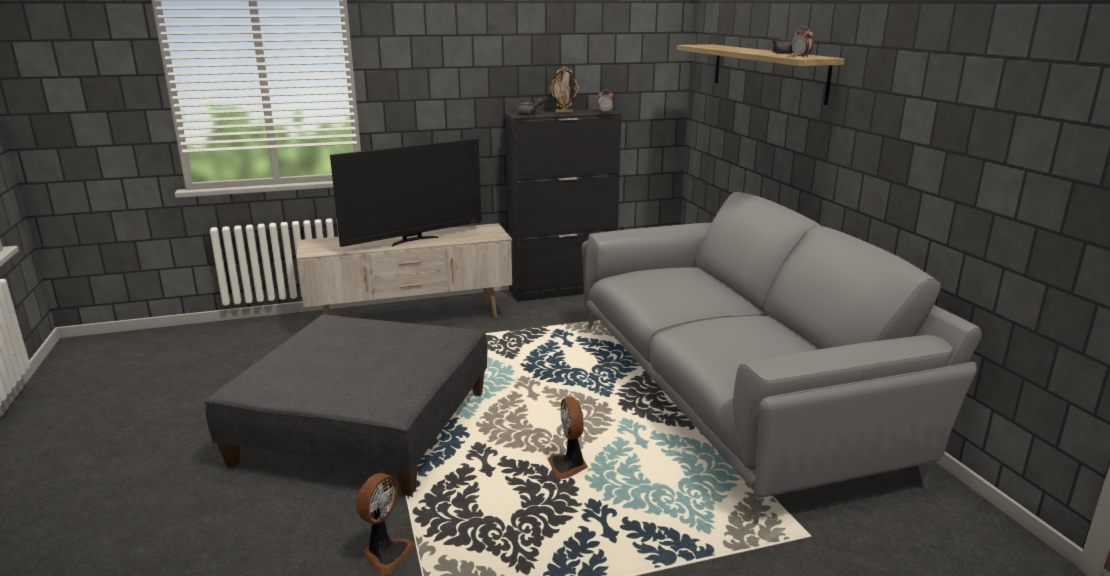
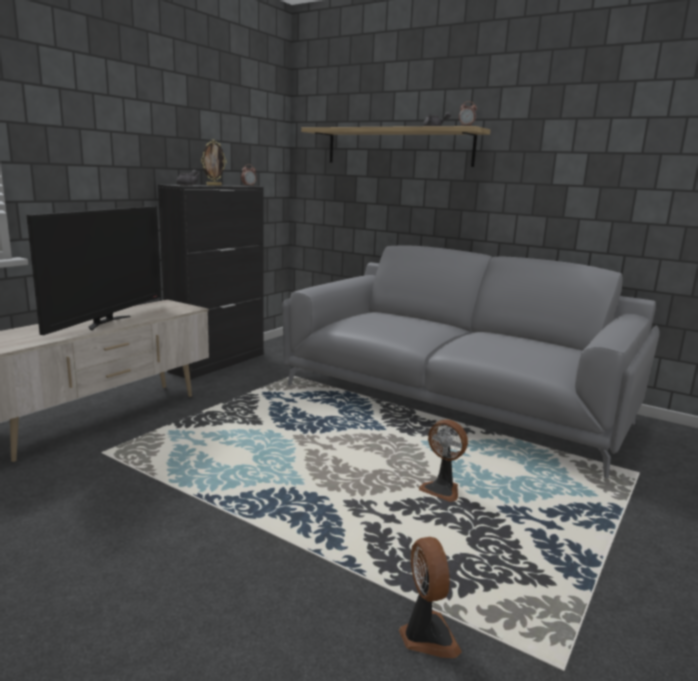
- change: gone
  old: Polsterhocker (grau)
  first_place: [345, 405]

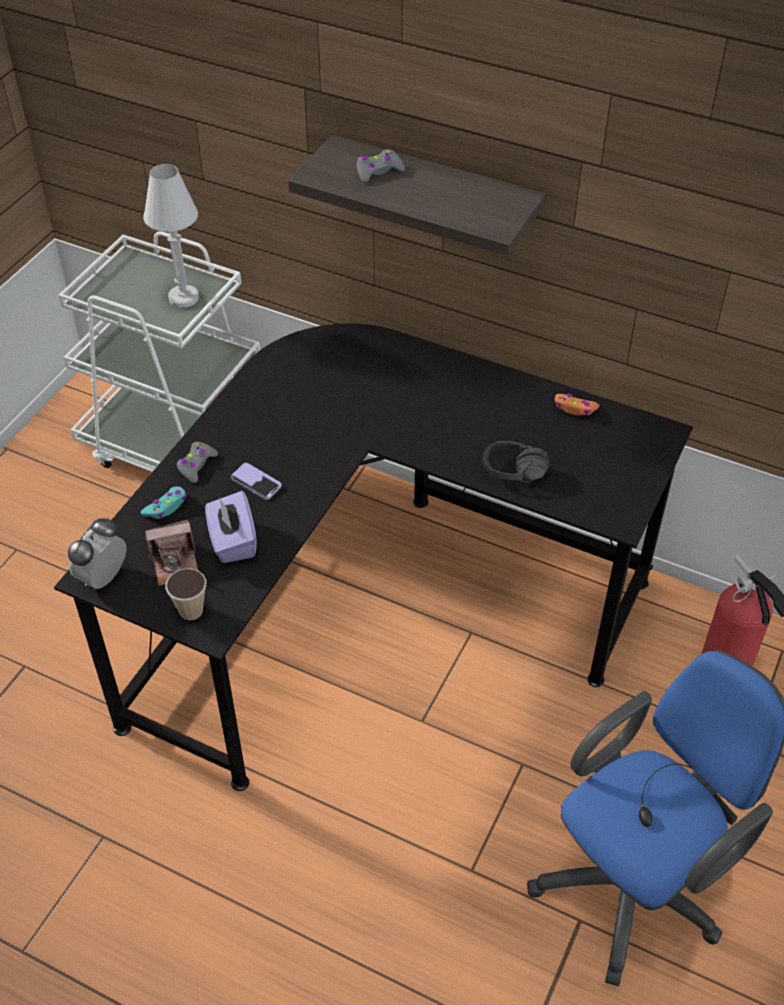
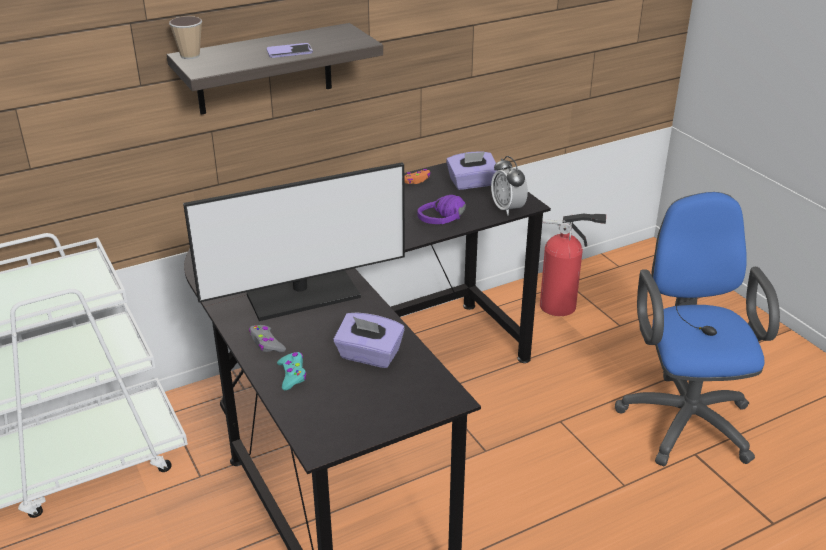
- change: shifted
  old: Tasse
  first_place: [186, 594]
  second_place: [185, 37]
- change: new
  new: Monitor
  second_place: [294, 241]
- change: shifted
  old: Handy
  first_place: [256, 481]
  second_place: [290, 50]
- change: repainted
  old: Kopfhörer (schwarz)
  new: Kopfhörer (lila)
  first_place: [516, 462]
  second_place: [441, 209]
- change: new
  new: Taschentuchbox (lila)
  second_place: [472, 171]
- change: shifted
  old: Wecker
  first_place: [97, 553]
  second_place: [509, 186]
- change: gone
  old: Tischlampe (weiß)
  first_place: [171, 236]
- change: gone
  old: Kamera
  first_place: [171, 552]
- change: gone
  old: Gamepad (grau)
  first_place: [381, 166]

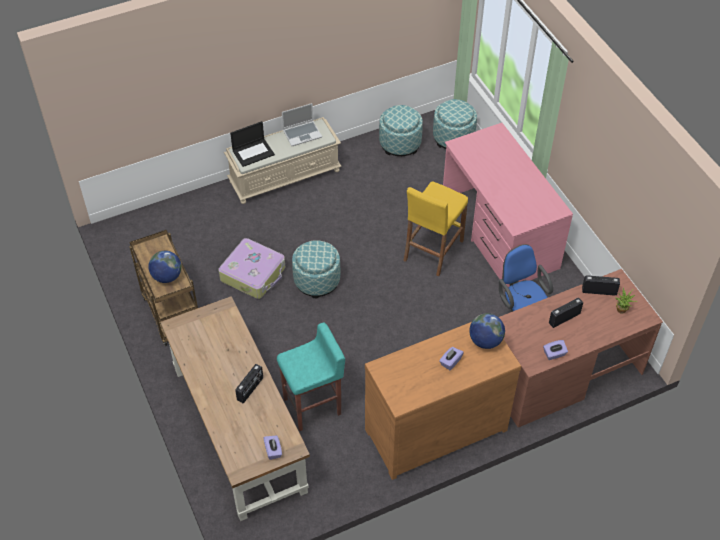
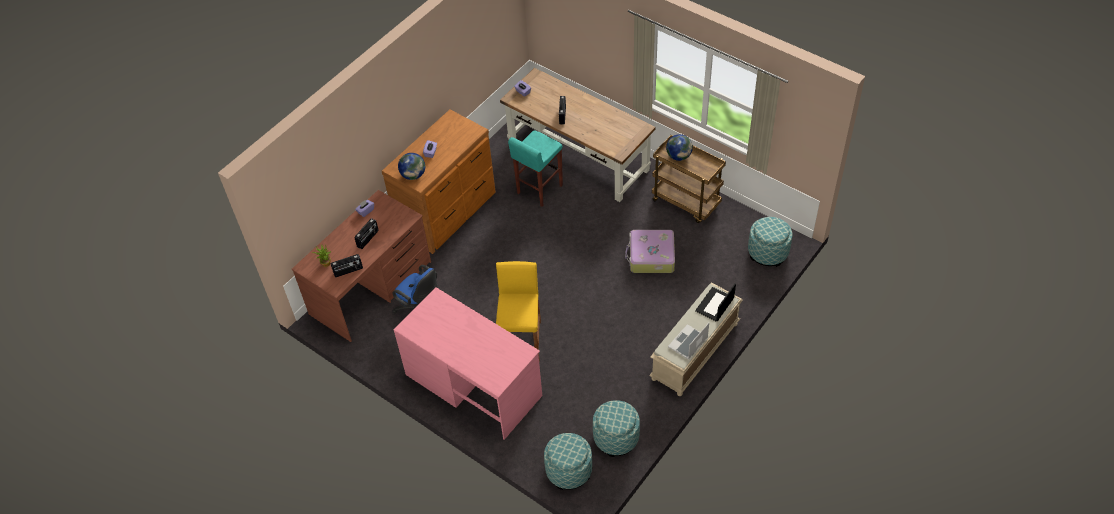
- change: shifted
  old: Polsterhocker
  first_place: [316, 269]
  second_place: [770, 242]

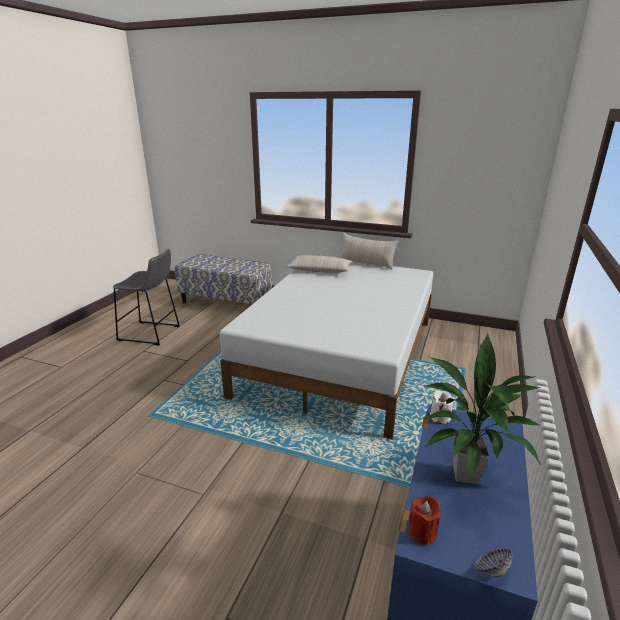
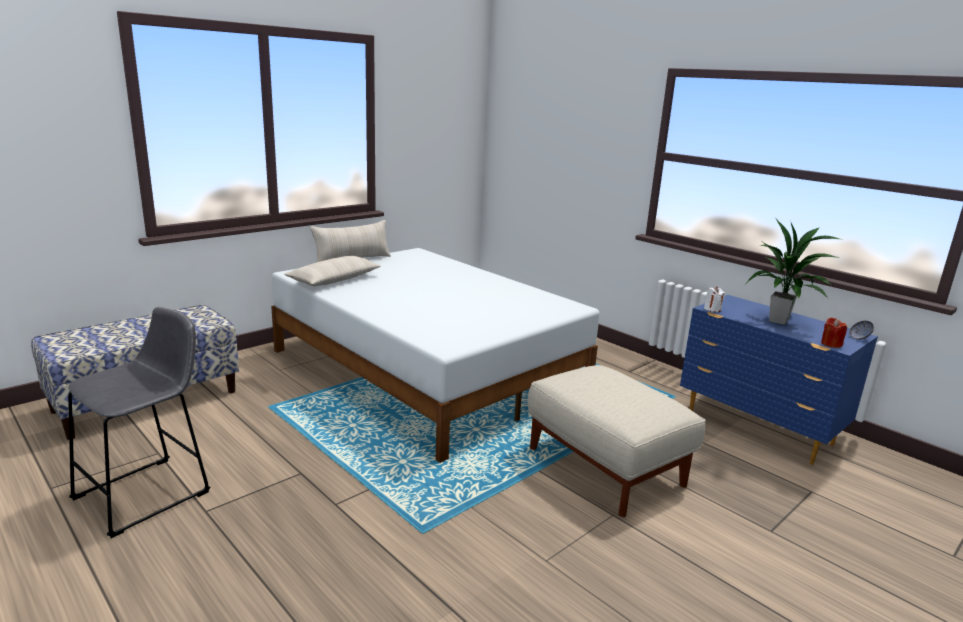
- change: new
  new: Polsterhocker (beige)
  second_place: [617, 441]

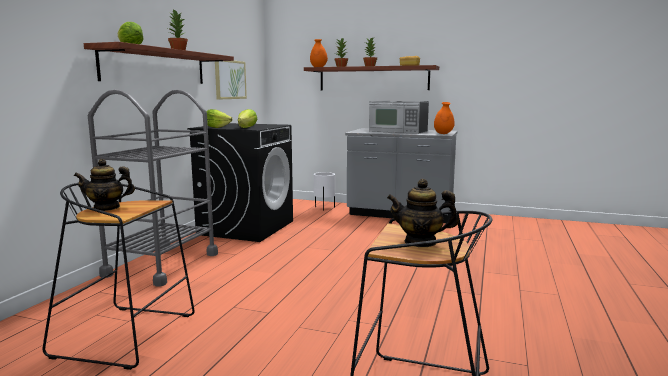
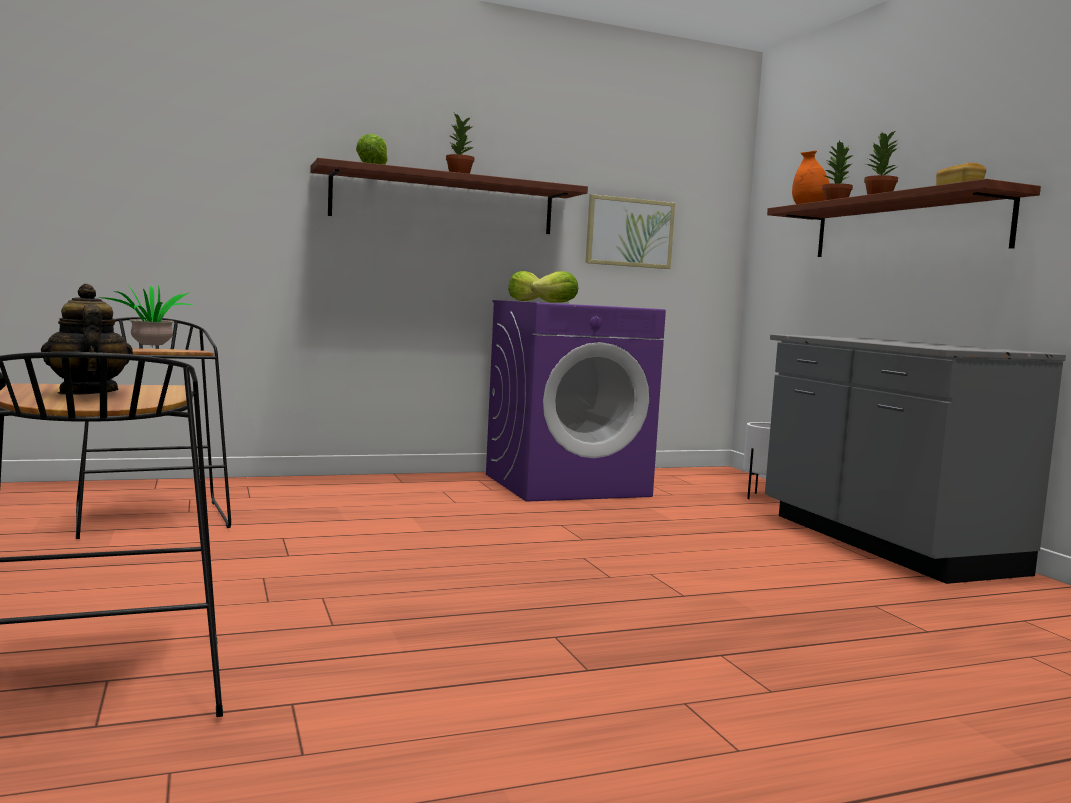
- change: swapped
  old: Teekanne
  new: Topfpflanze
  first_place: [104, 185]
  second_place: [145, 313]
- change: repainted
  old: Waschmaschine (schwarz)
  new: Waschmaschine (lila)
  first_place: [240, 182]
  second_place: [576, 401]
- change: gone
  old: Rollwagen (grau)
  first_place: [153, 187]
- change: gone
  old: Mikrowelle
  first_place: [399, 117]
- change: gone
  old: Vase (orange)
  first_place: [444, 118]

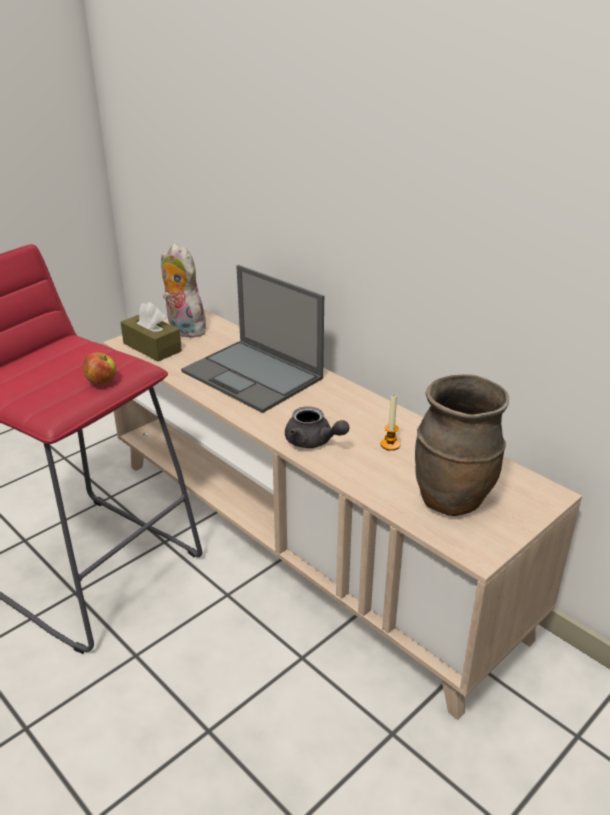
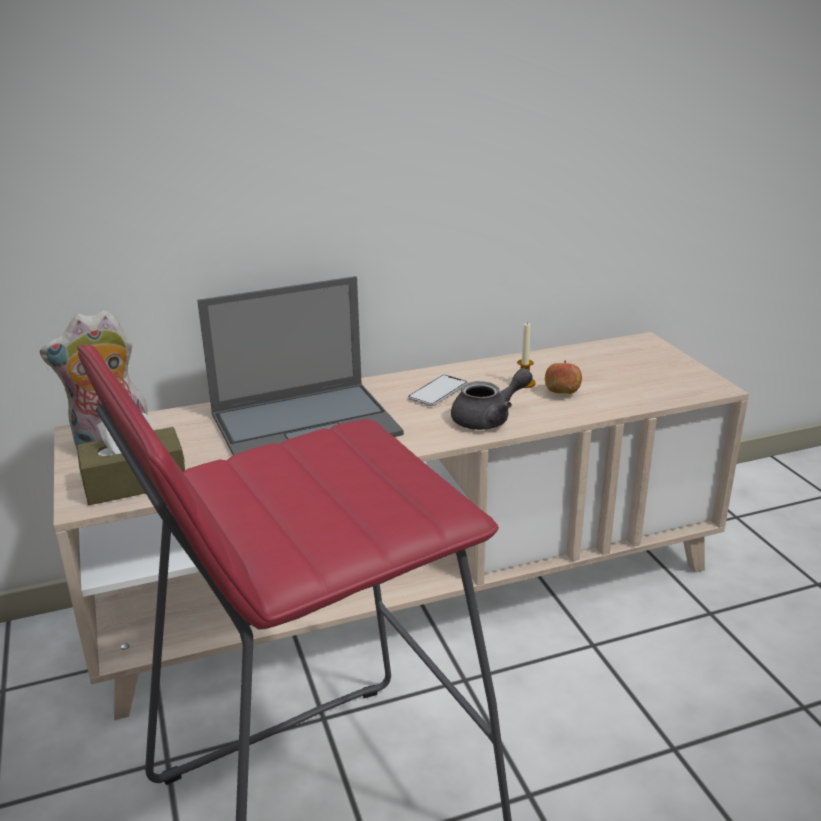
- change: new
  new: Handy
  second_place: [438, 390]
- change: shifted
  old: Apfel
  first_place: [99, 368]
  second_place: [563, 377]
- change: gone
  old: Vase (braun)
  first_place: [462, 445]

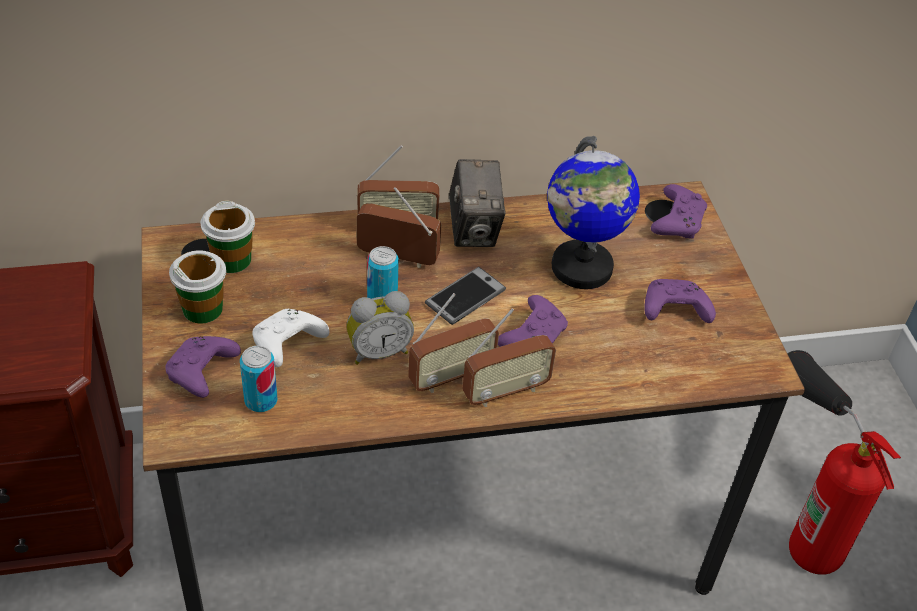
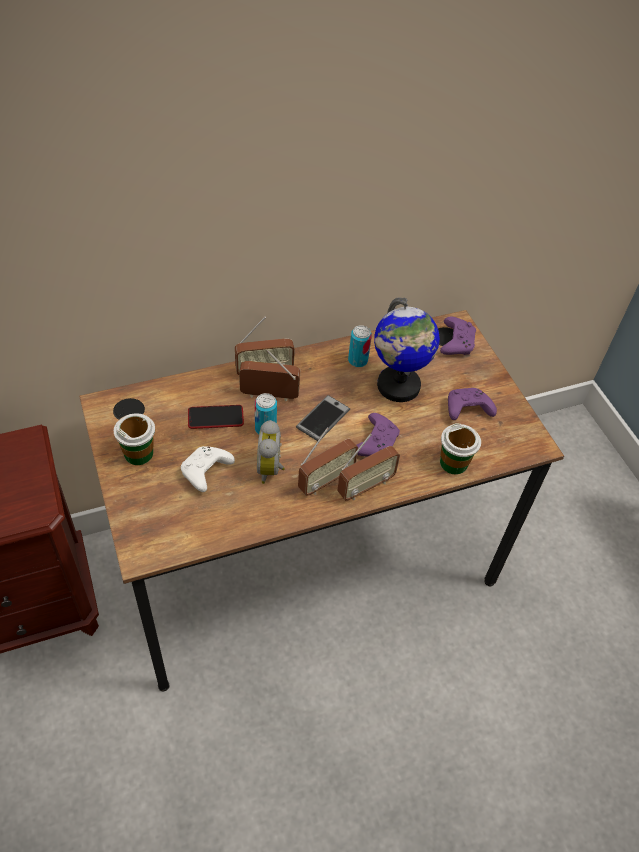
- change: new
  new: Handy
  second_place: [216, 417]
- change: rotated
  old: Wecker
  first_place: [380, 328]
  second_place: [271, 452]
  degrees: 120
- change: shifted
  old: Dose
  first_place: [259, 379]
  second_place: [360, 346]
- change: shifted
  old: Tasse
  first_place: [227, 236]
  second_place: [460, 449]
- change: gone
  old: Gamepad (lila)
  first_place: [203, 367]
- change: gone
  old: Kamera
  first_place: [477, 203]
- change: gone
  old: Feuerlöscher
  first_place: [844, 462]

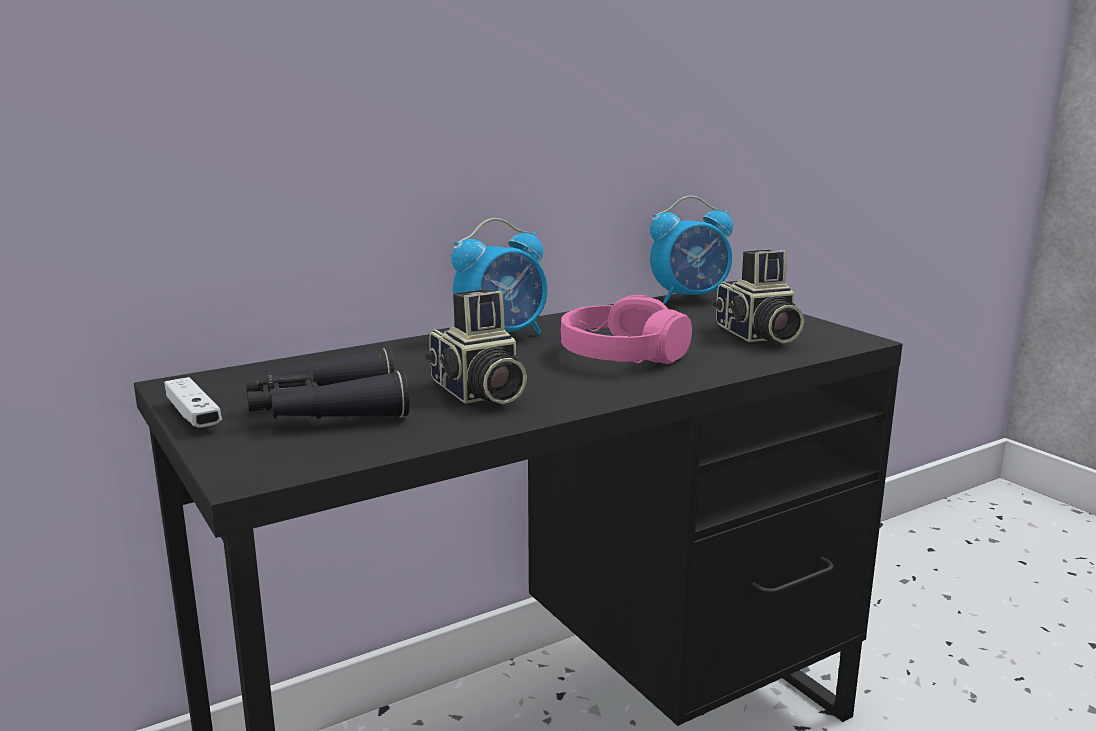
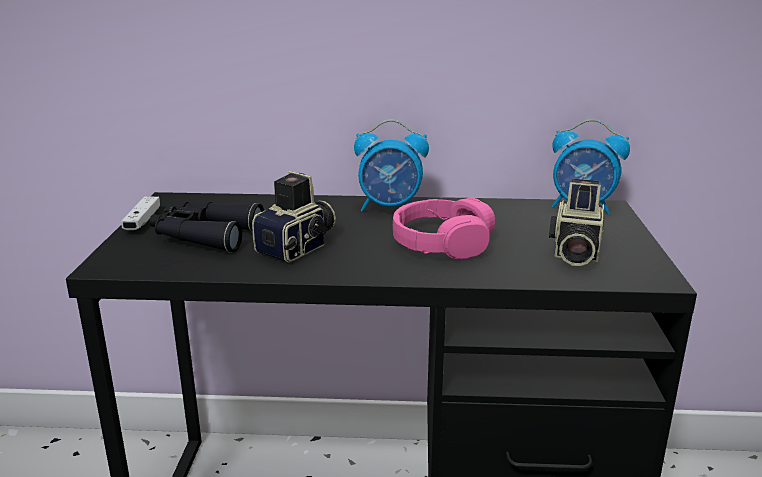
- change: rotated
  old: Kamera
  first_place: [476, 346]
  second_place: [294, 216]
  degrees: -150

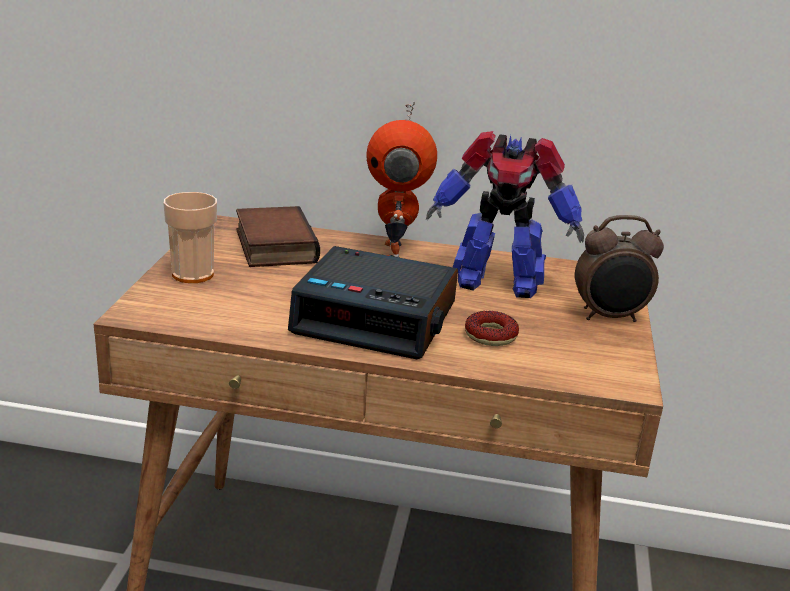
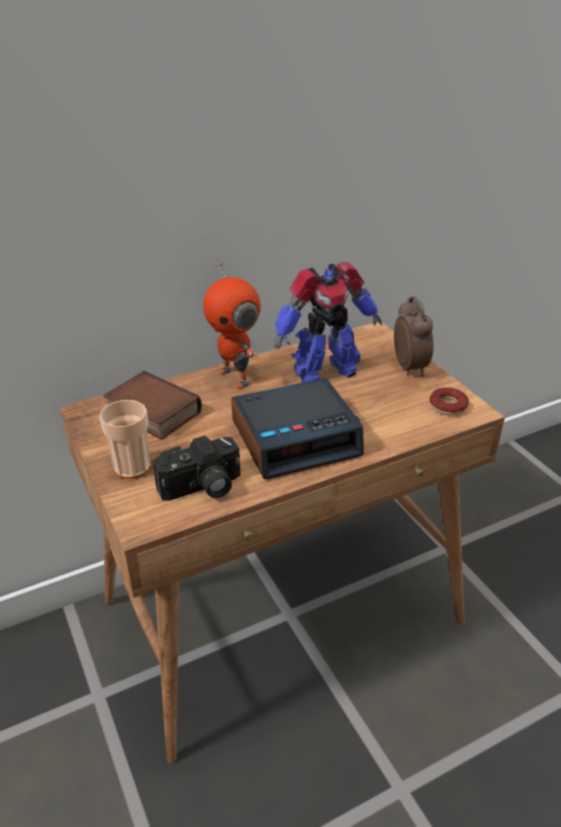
- change: new
  new: Kamera
  second_place: [196, 467]
- change: rotated
  old: Wecker
  first_place: [619, 268]
  second_place: [414, 336]
  degrees: -60
- change: shifted
  old: Donut
  first_place: [492, 328]
  second_place: [449, 401]

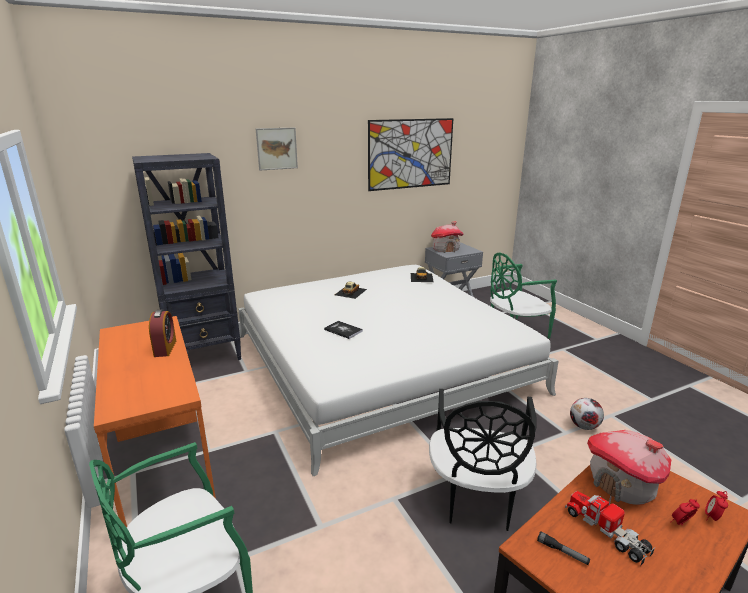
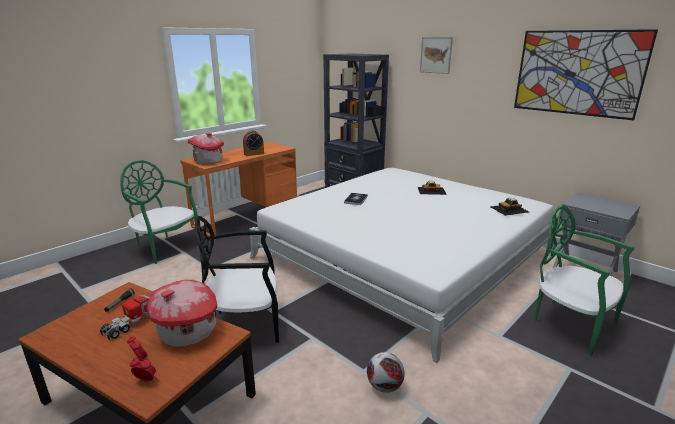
- change: shifted
  old: Spielzeughaus
  first_place: [447, 237]
  second_place: [206, 148]

